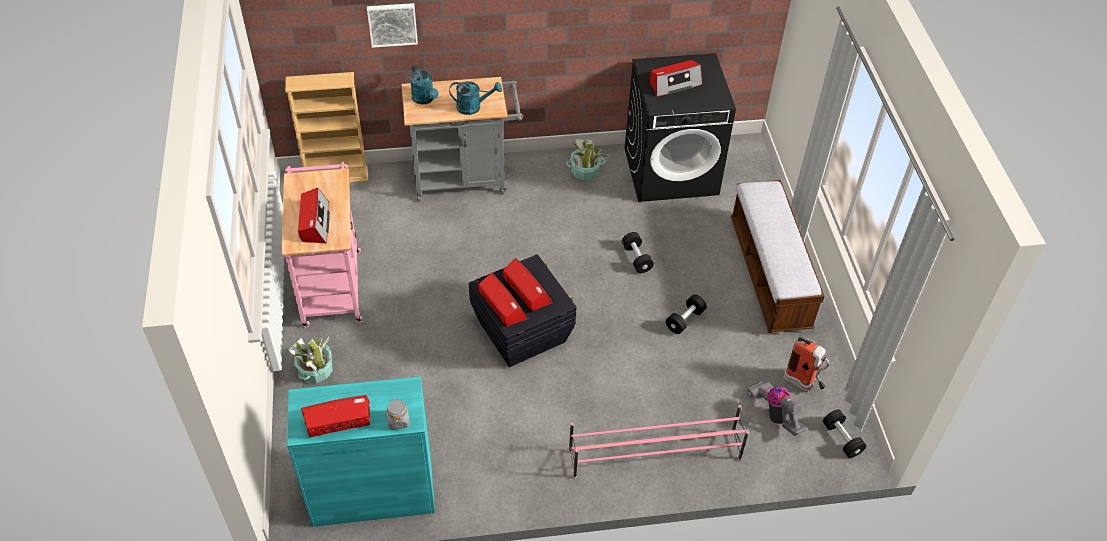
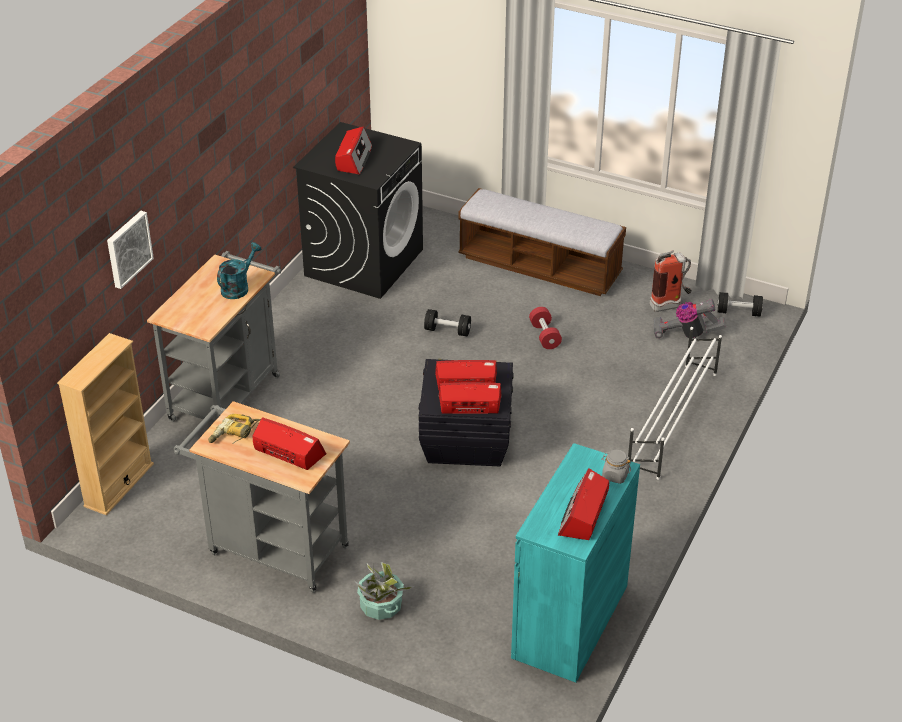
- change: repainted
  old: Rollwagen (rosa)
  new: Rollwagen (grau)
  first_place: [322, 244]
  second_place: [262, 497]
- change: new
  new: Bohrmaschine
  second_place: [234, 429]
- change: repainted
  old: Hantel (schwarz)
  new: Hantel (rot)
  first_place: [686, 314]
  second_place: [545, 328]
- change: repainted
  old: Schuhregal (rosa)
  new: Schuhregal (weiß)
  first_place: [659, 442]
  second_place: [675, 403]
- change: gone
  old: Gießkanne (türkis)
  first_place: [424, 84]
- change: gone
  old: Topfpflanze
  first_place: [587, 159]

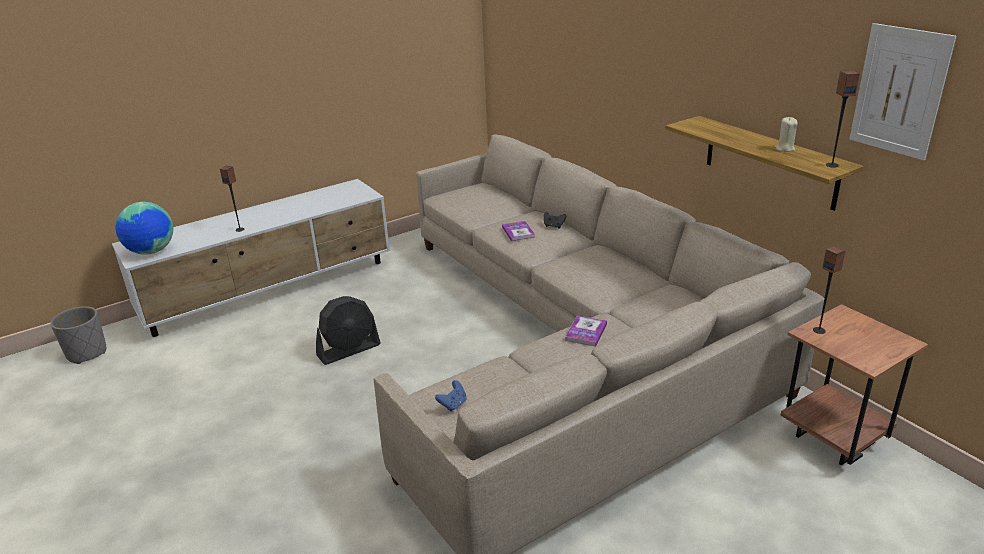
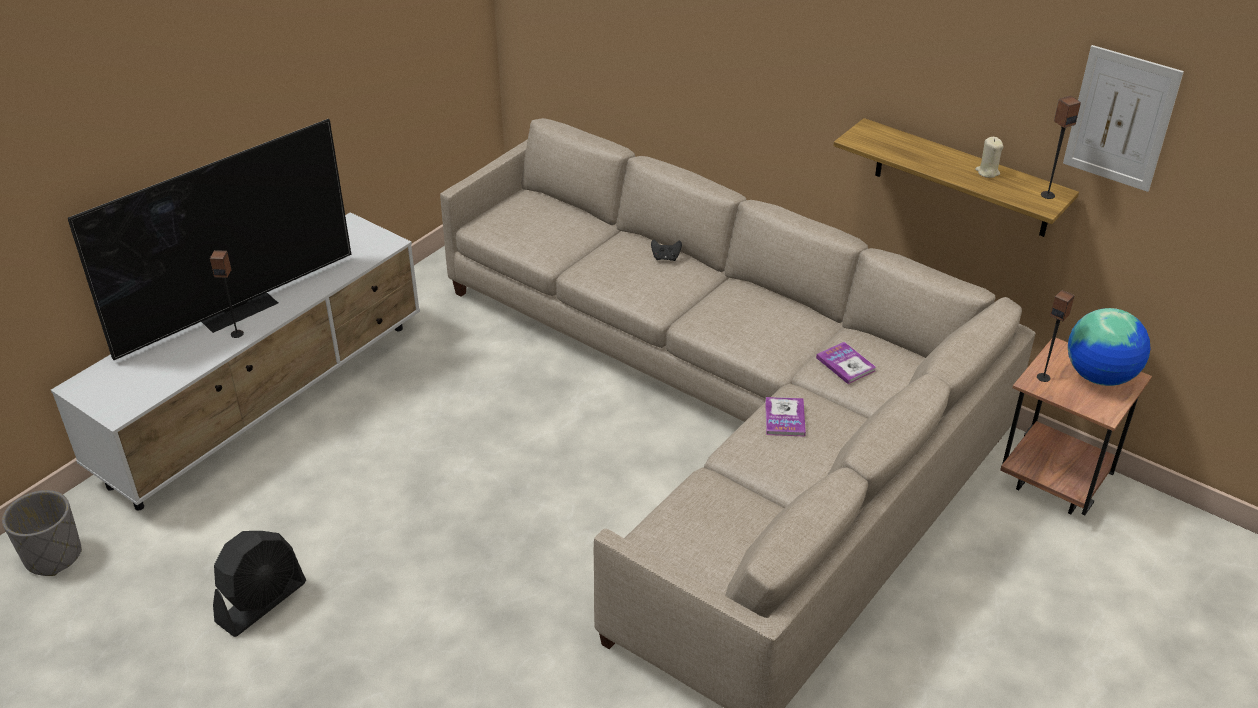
- change: new
  new: Fernseher
  second_place: [210, 239]
- change: shifted
  old: Ventilator (schwarz)
  first_place: [348, 330]
  second_place: [259, 584]
- change: shifted
  old: Buch
  first_place: [518, 231]
  second_place: [846, 363]
- change: shifted
  old: Globus
  first_place: [144, 228]
  second_place: [1109, 347]
- change: gone
  old: Gamepad (blau)
  first_place: [451, 396]

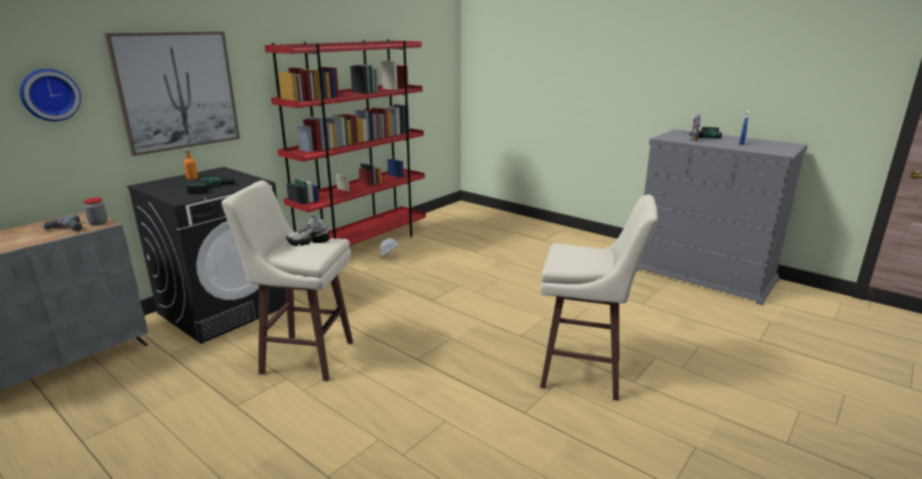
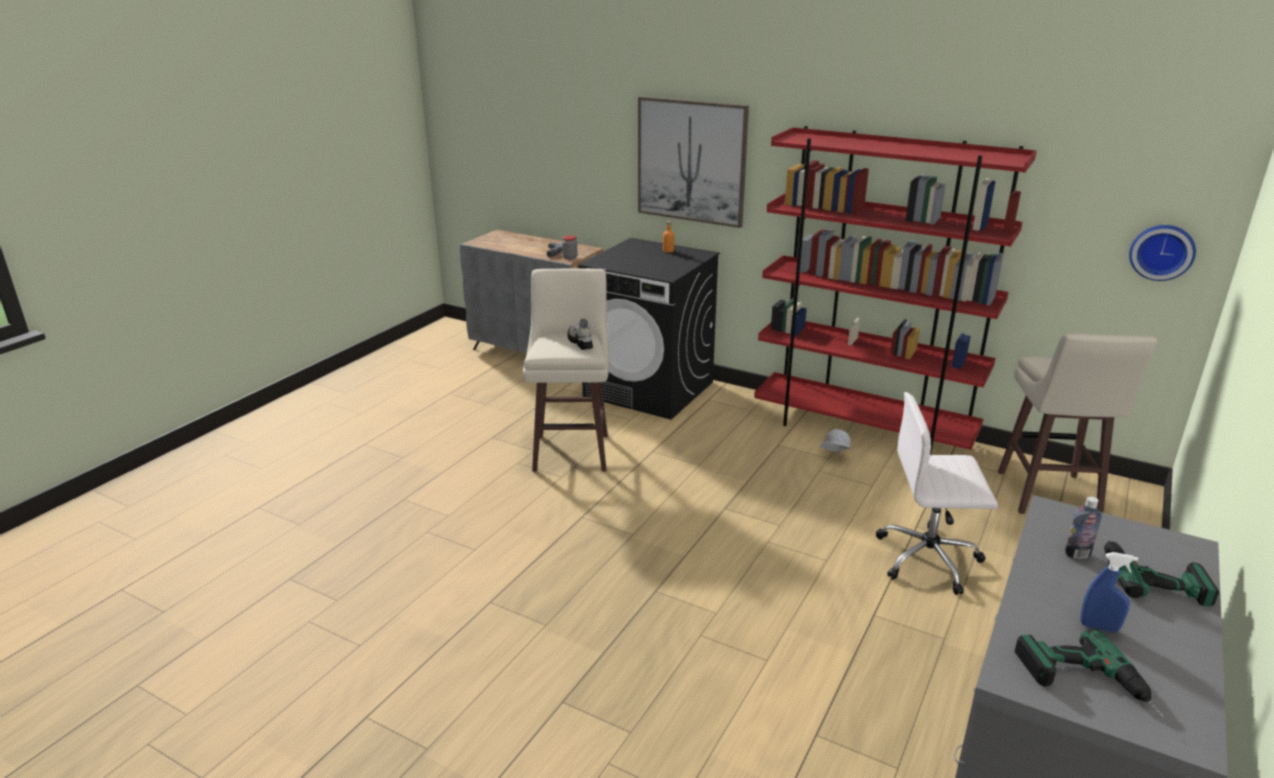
- change: new
  new: Bürostuhl (weiß)
  second_place: [937, 493]
- change: shifted
  old: Hocker (beige)
  first_place: [599, 298]
  second_place: [1077, 423]
- change: shifted
  old: Bohrmaschine
  first_place: [212, 185]
  second_place: [1089, 673]
- change: shifted
  old: Wanduhr
  first_place: [50, 95]
  second_place: [1162, 253]

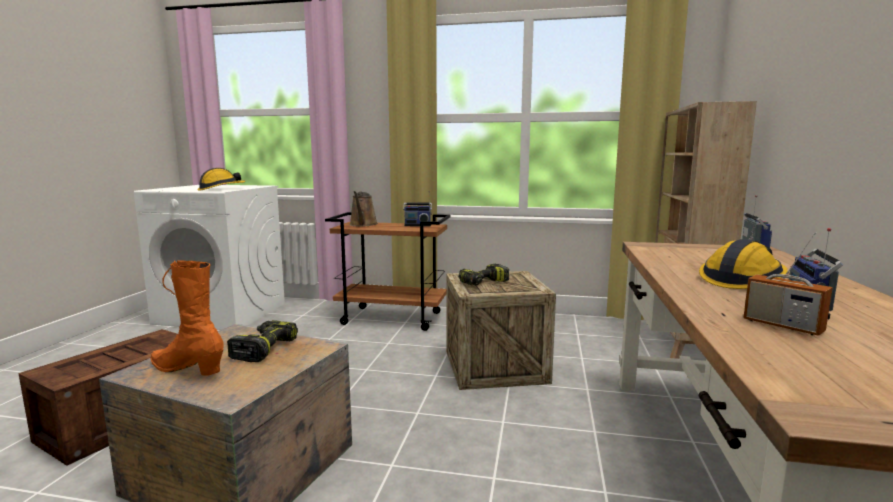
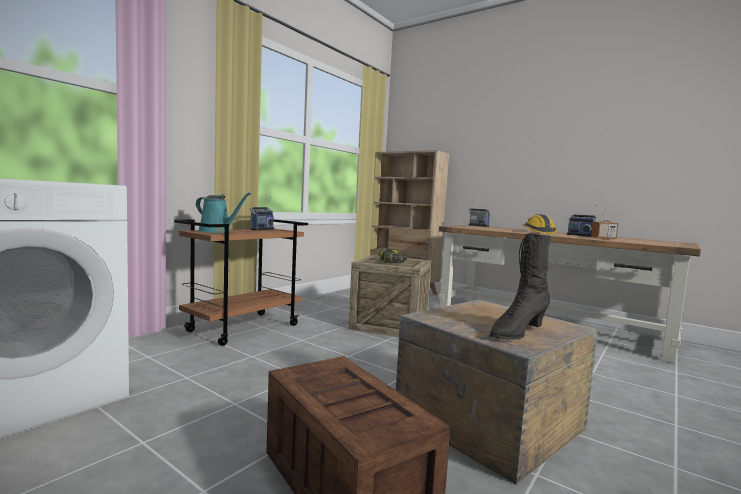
- change: repainted
  old: Gießkanne (braun)
  new: Gießkanne (türkis)
  first_place: [363, 209]
  second_place: [223, 212]
- change: repainted
  old: Stiefel (orange)
  new: Stiefel (schwarz)
  first_place: [187, 318]
  second_place: [520, 286]
- change: gone
  old: Schutzhelm
  first_place: [221, 179]
- change: gone
  old: Bohrmaschine
  first_place: [262, 341]

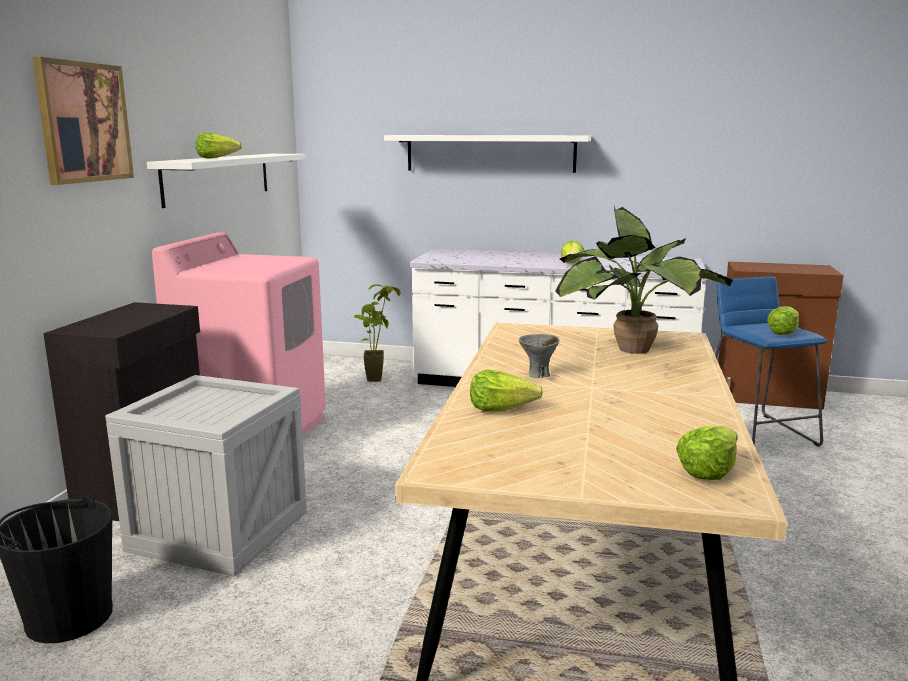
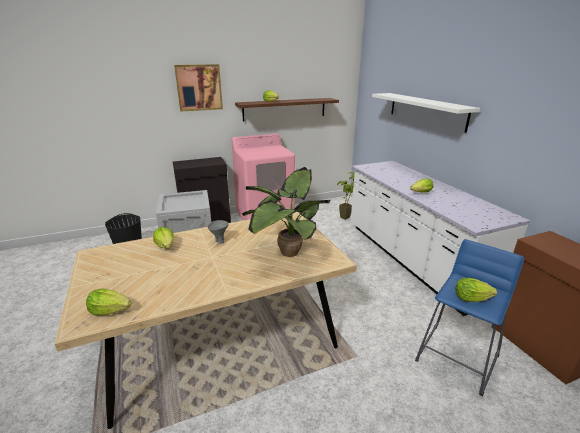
- change: repainted
  old: Wandregal (weiß)
  new: Wandregal (braun)
  first_place: [226, 181]
  second_place: [287, 110]

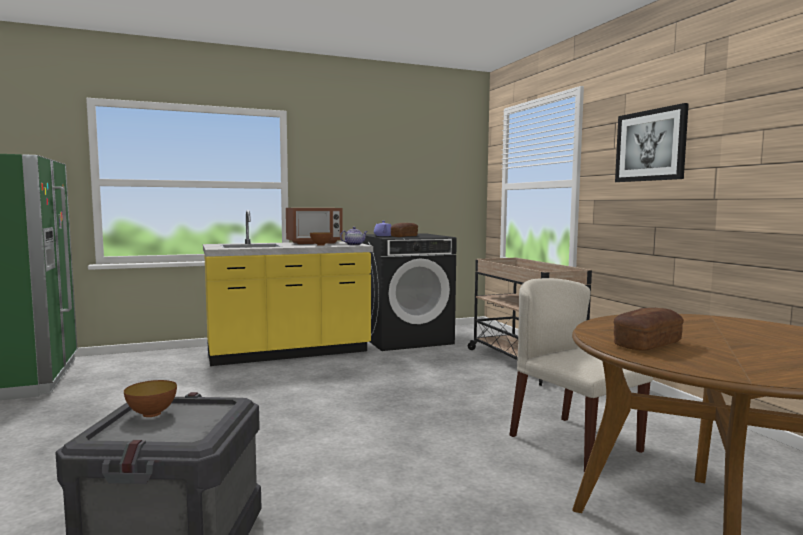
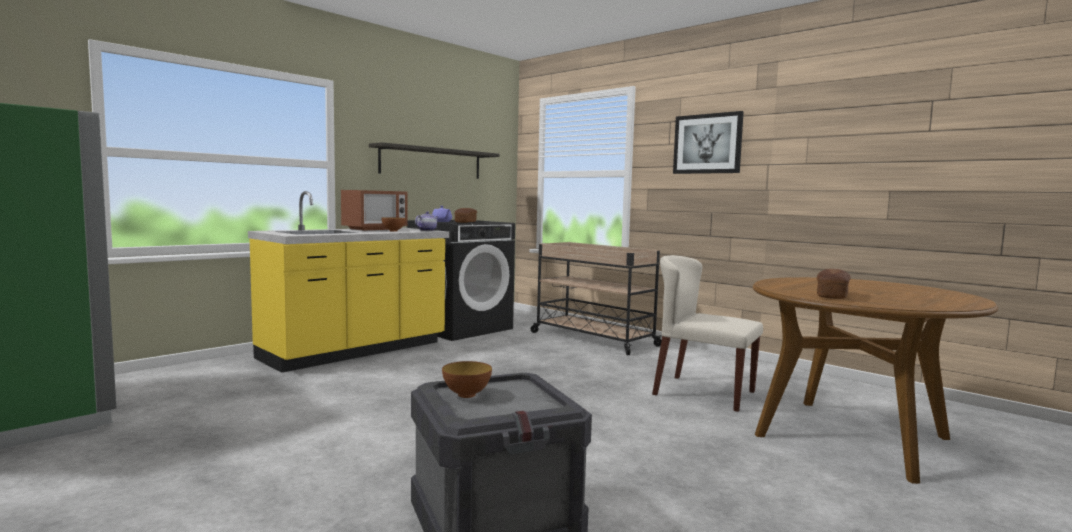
- change: new
  new: Wandregal
  second_place: [434, 160]

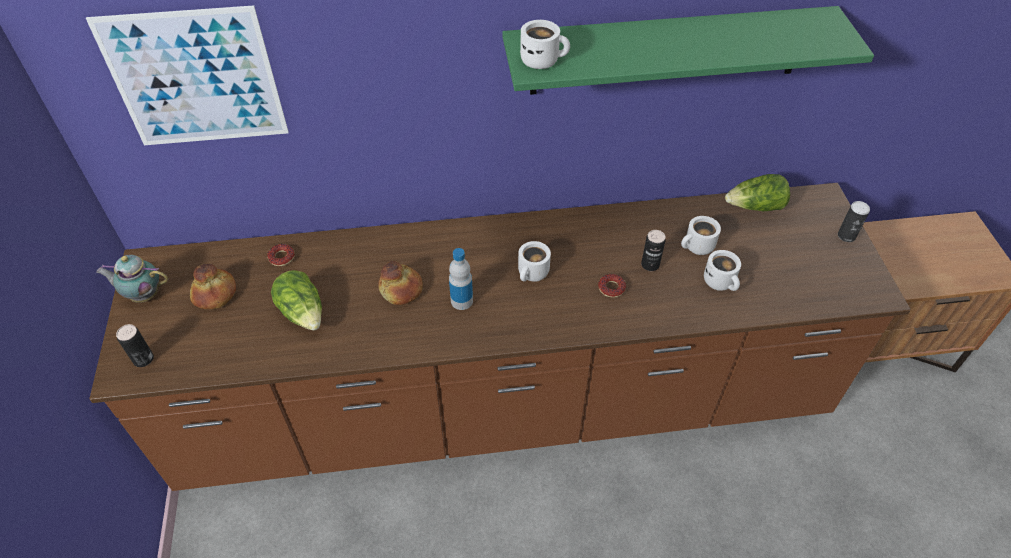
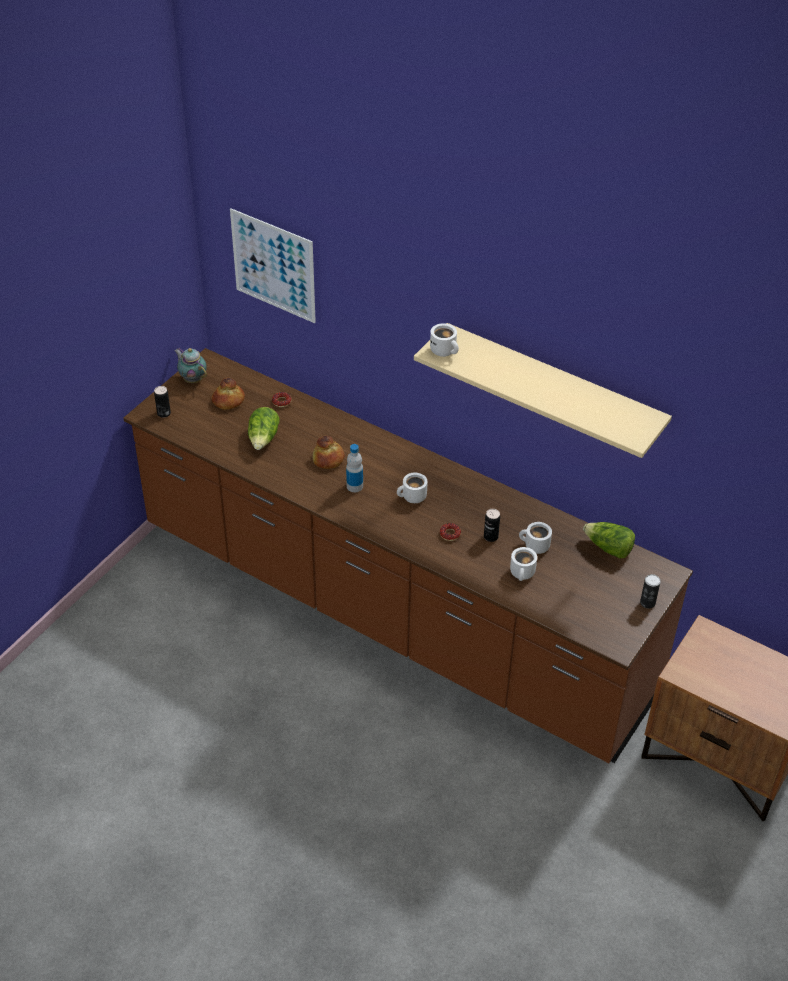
- change: repainted
  old: Wandregal (grün)
  new: Wandregal (beige)
  first_place: [688, 50]
  second_place: [543, 390]

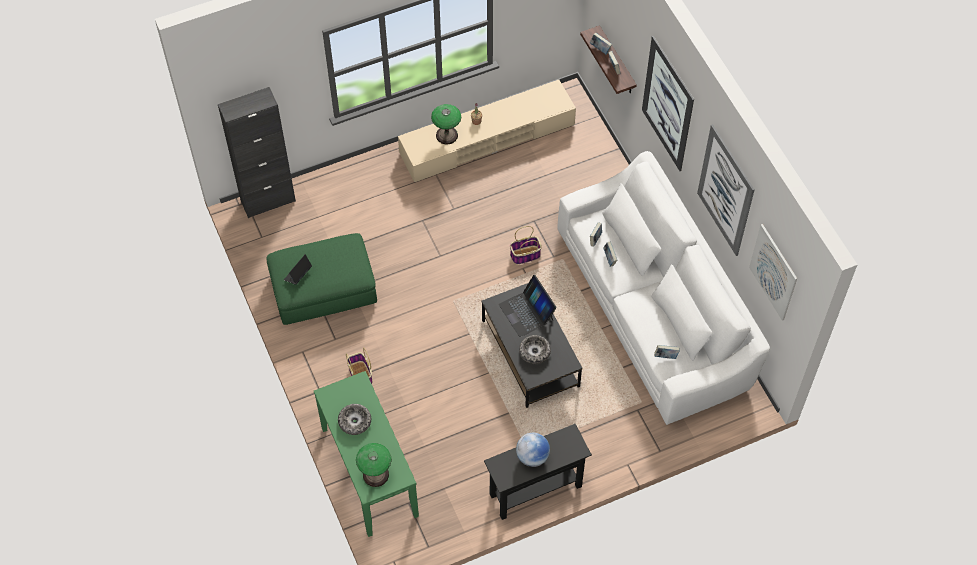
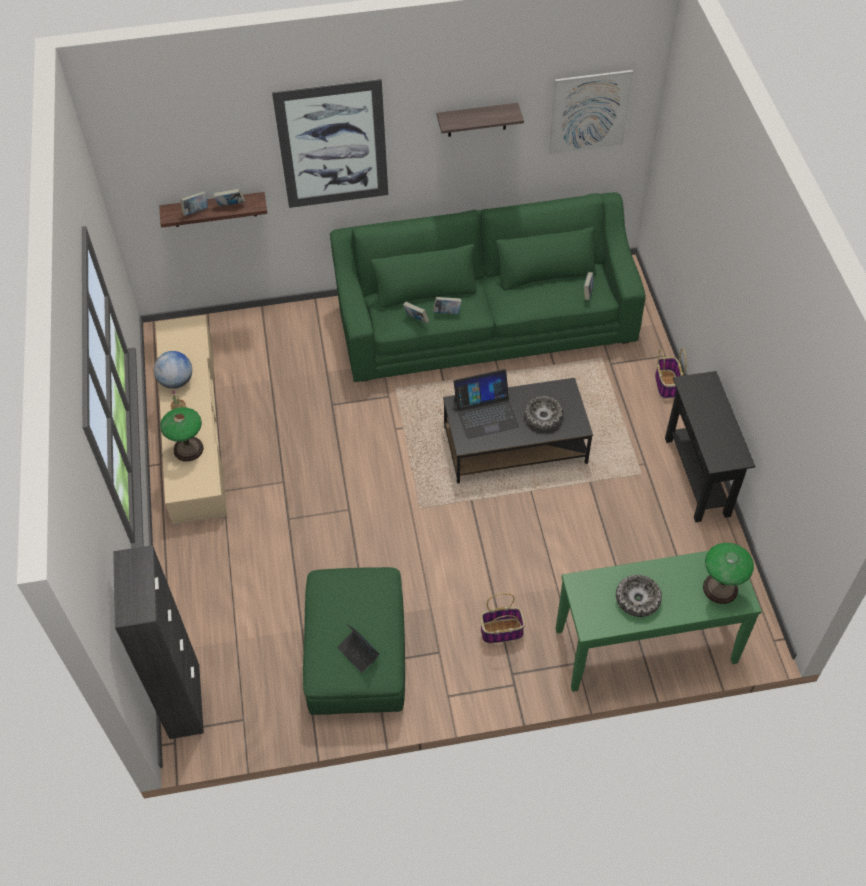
- change: shifted
  old: Globus
  first_place: [533, 450]
  second_place: [173, 370]
- change: repainted
  old: Sofa (weiß)
  new: Sofa (grün)
  first_place: [663, 288]
  second_place: [488, 287]
- change: swapped
  old: Bild
  new: Wandregal
  first_place: [726, 190]
  second_place: [480, 120]
- change: shifted
  old: Korb
  first_place: [526, 245]
  second_place: [671, 373]

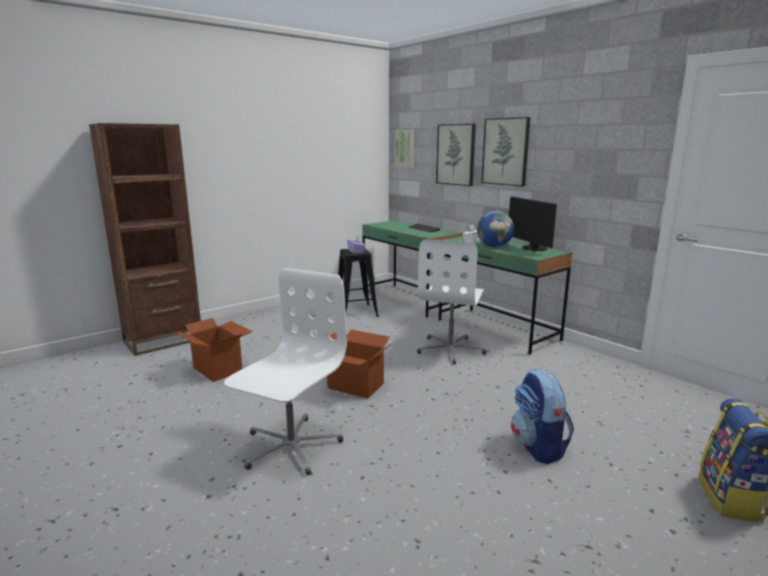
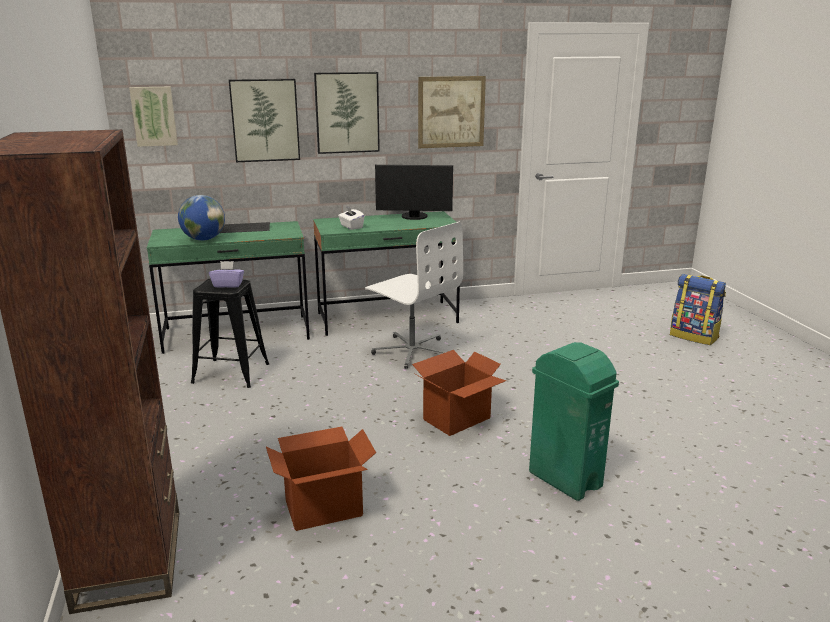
- change: shifted
  old: Globus
  first_place: [495, 229]
  second_place: [201, 218]
- change: new
  new: Bild
  second_place: [452, 112]
- change: swapped
  old: Bürostuhl (weiß)
  new: Mülleimer (grün)
  first_place: [285, 371]
  second_place: [574, 421]
- change: gone
  old: Rucksack
  first_place: [542, 416]

